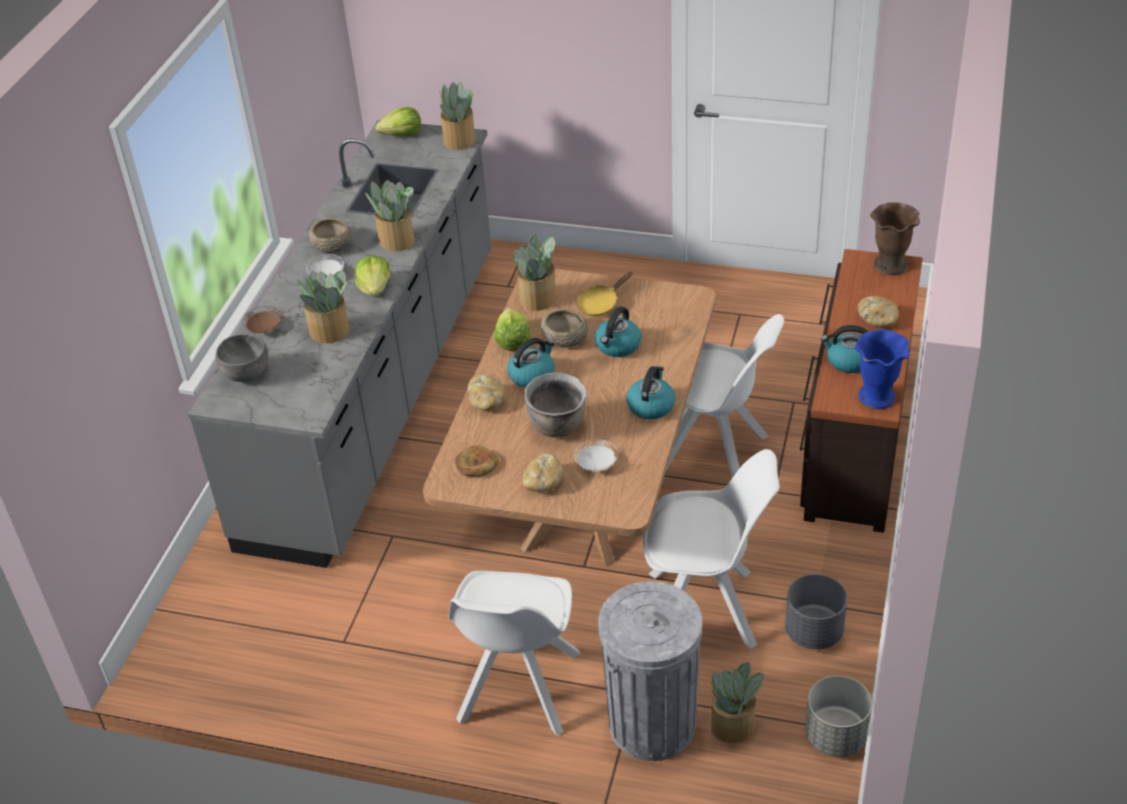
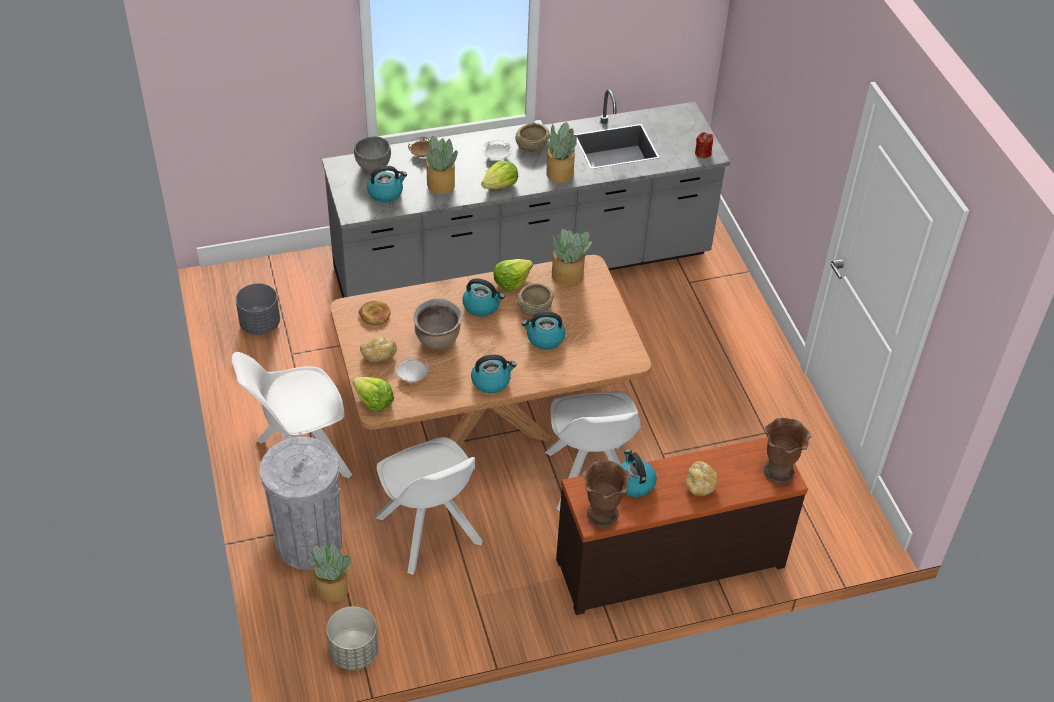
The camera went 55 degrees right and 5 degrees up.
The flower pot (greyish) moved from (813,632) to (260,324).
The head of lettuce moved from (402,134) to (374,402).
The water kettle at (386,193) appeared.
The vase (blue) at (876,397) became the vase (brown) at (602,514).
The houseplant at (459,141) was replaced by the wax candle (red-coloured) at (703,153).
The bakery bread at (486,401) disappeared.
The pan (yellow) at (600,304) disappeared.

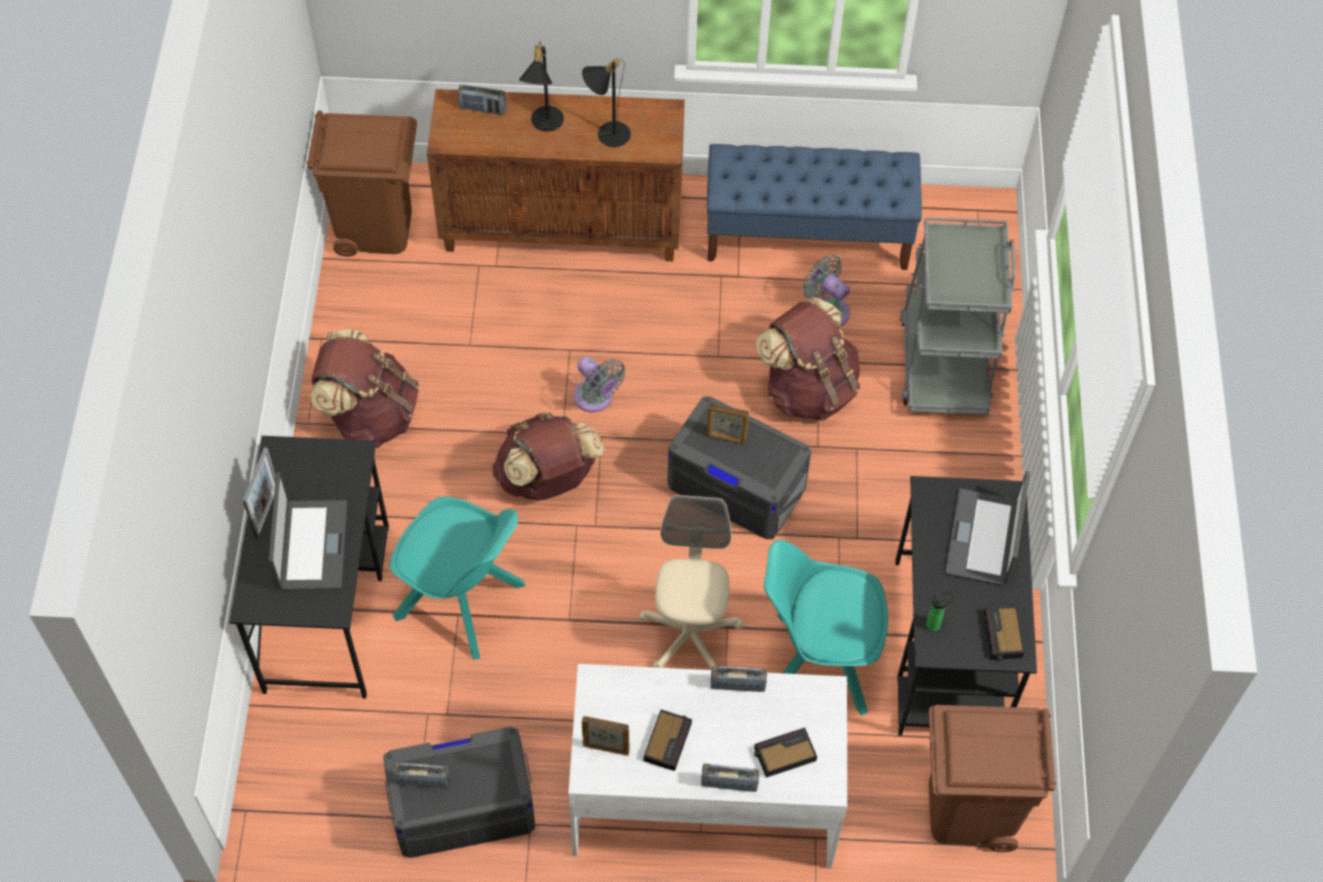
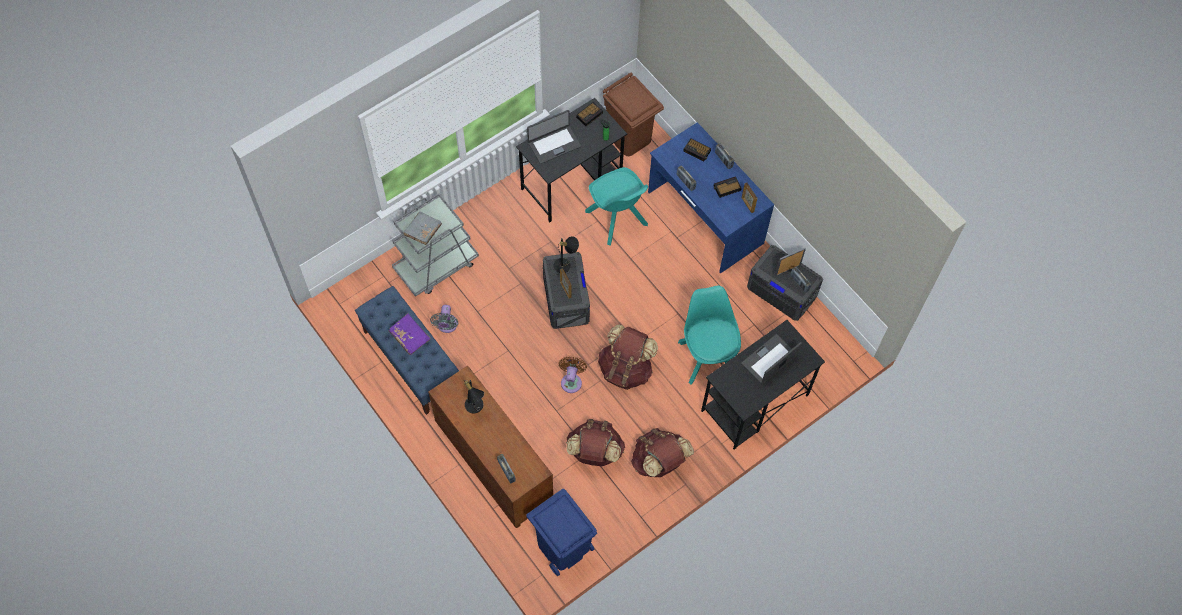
The camera went 130 degrees left and 5 degrees up.
The book (purple-coloured) at (410,337) appeared.
The book (greyish) at (423,231) appeared.
The waste bin (brown) at (376,227) became the waste bin (blue) at (562,547).
The table lamp (blackish) moved from (544,123) to (565,265).
The cooling fan (greyish) at (596,399) became the cooling fan (brown) at (571,381).
The knapsack (brown) moved from (808,389) to (594,452).
The desk table (whitish) at (704,800) became the desk table (blue) at (704,218).
The photo frame moved from (267,511) to (787,270).
The computer chair (beige-coloured) at (689,634) disappeared.

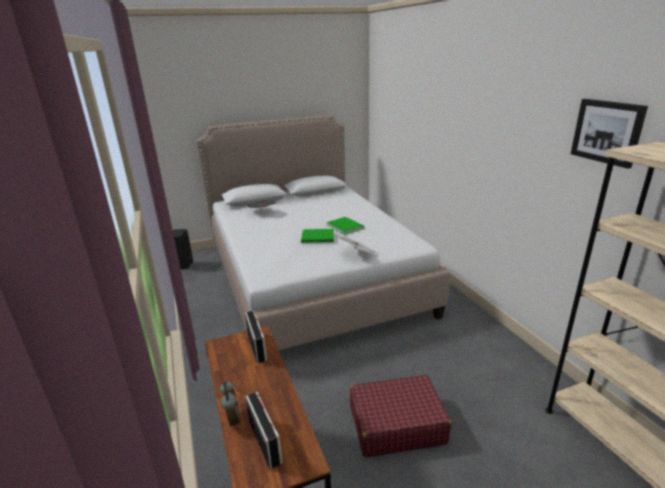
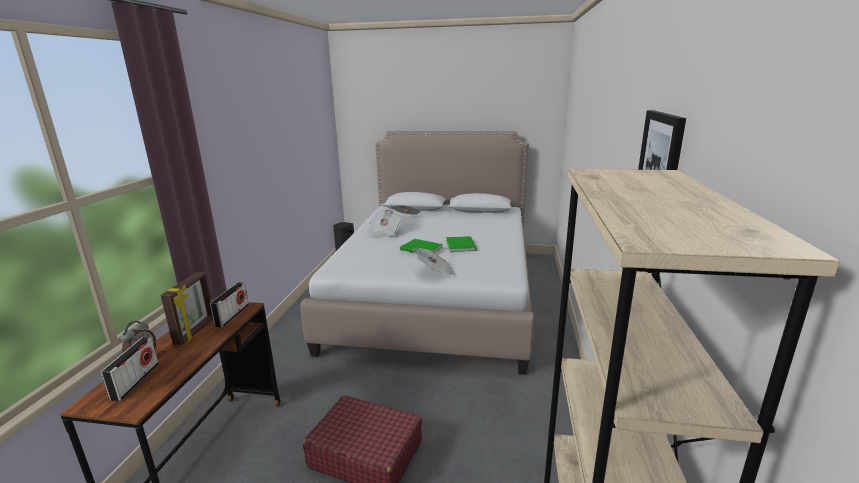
The camera went 30 degrees right and 5 degrees down.
The photo frame at (195,331) appeared.
The newspaper at (385,233) appeared.

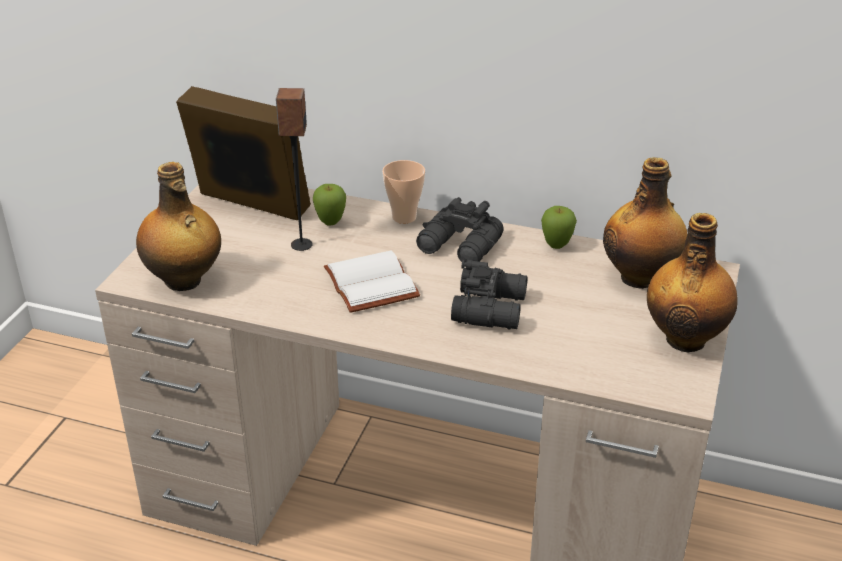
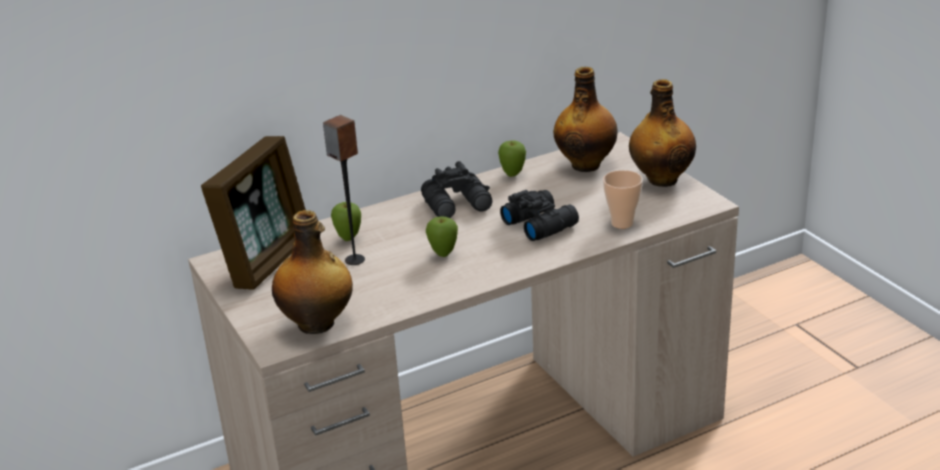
The camera went 45 degrees left and 5 degrees down.
The photo frame at (249,206) turned 135 degrees clockwise.
The book (whitish) at (368,283) was replaced by the apple fruit at (443,254).
The small cup moved from (404,217) to (622,223).

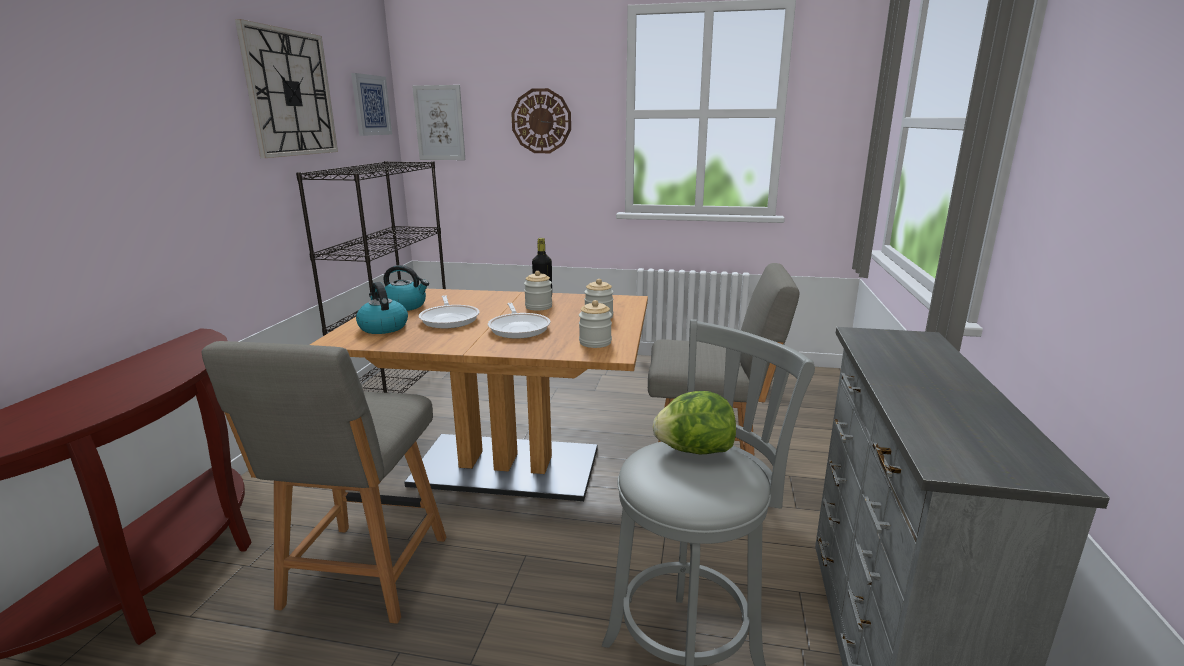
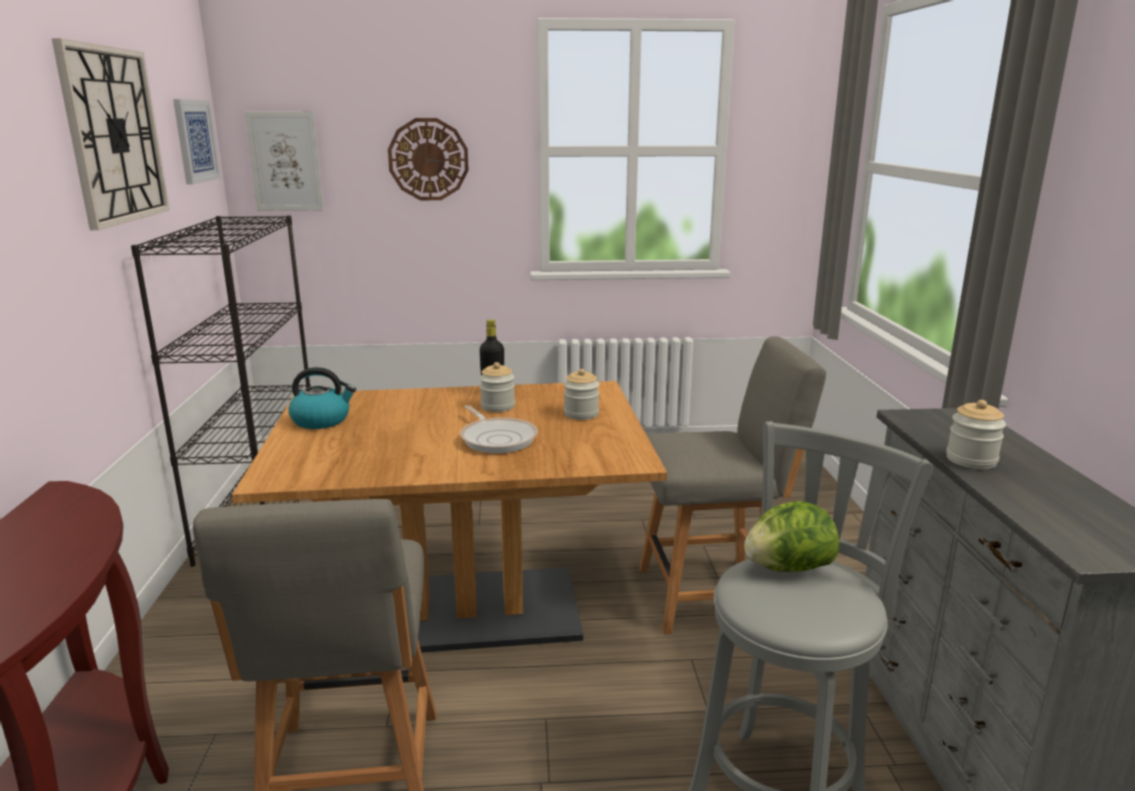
The camera went 15 degrees left and 0 degrees up.
The jar moved from (595,342) to (971,460).
The water kettle at (383,327) disappeared.
The pan at (450,319) disappeared.

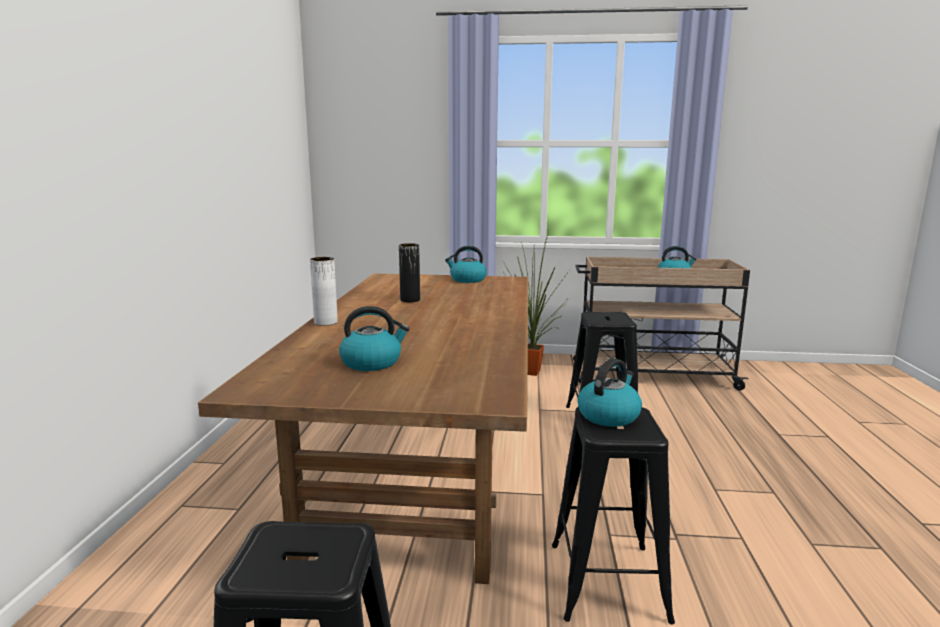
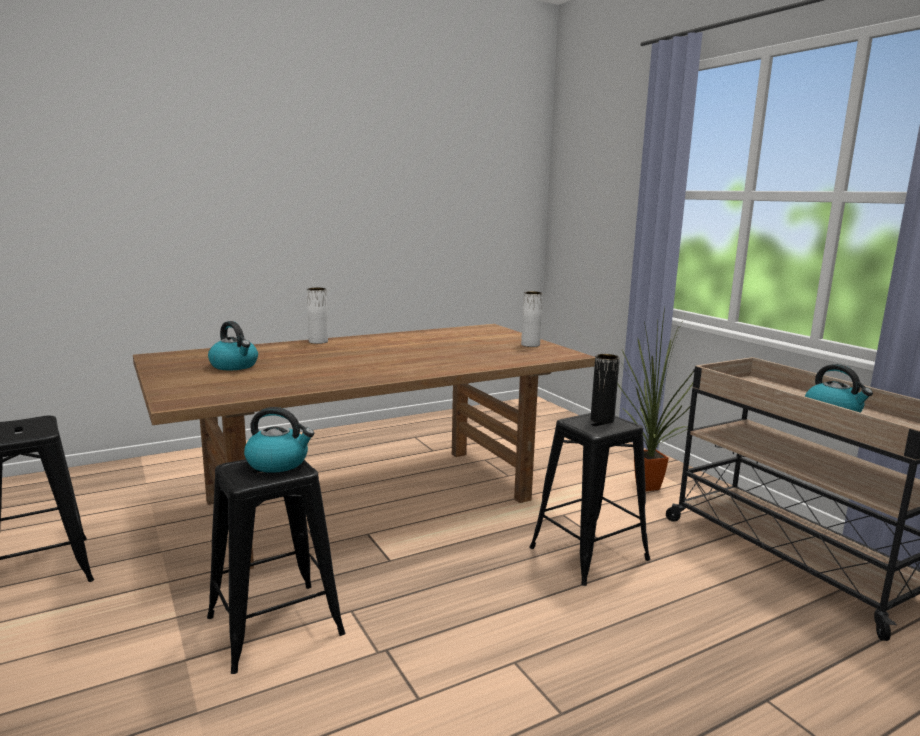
The camera went 55 degrees right and 0 degrees up.
The water kettle at (467,280) was replaced by the vase (whitish) at (530,345).
The vase (blackish) moved from (410,300) to (602,420).

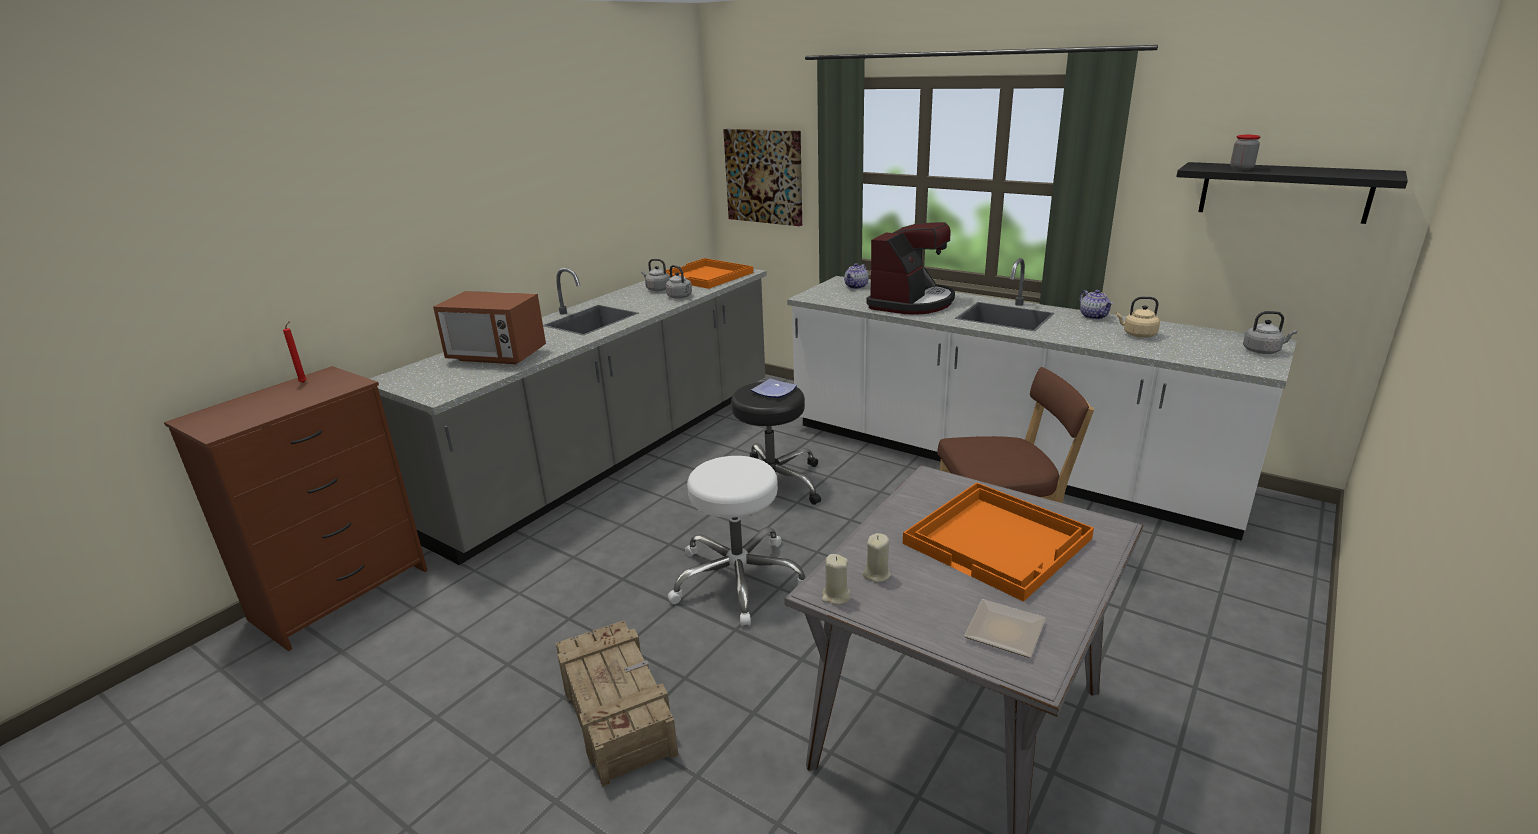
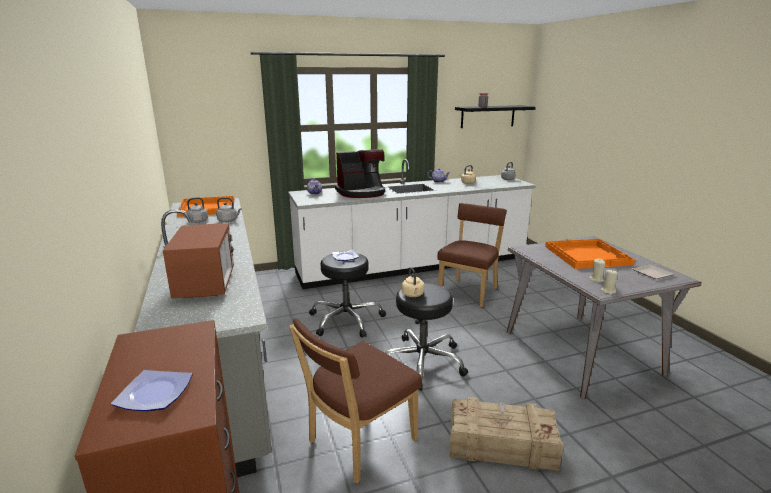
The camera went 55 degrees left and 5 degrees down.
The dinner plate at (156,393) appeared.
The kitchen microwave at (497,356) turned 60 degrees counterclockwise.
The upright chair (brown) at (358,443) appeared.
The coffee machine at (911,303) turned 90 degrees clockwise.
The sitting stool (whitish) at (738,580) became the sitting stool (blackish) at (422,362).
The water kettle (beige-coloured) at (413,295) appeared.
The wax candle (red-coloured) at (304,382) disappeared.
The wall picture at (764,176) disappeared.

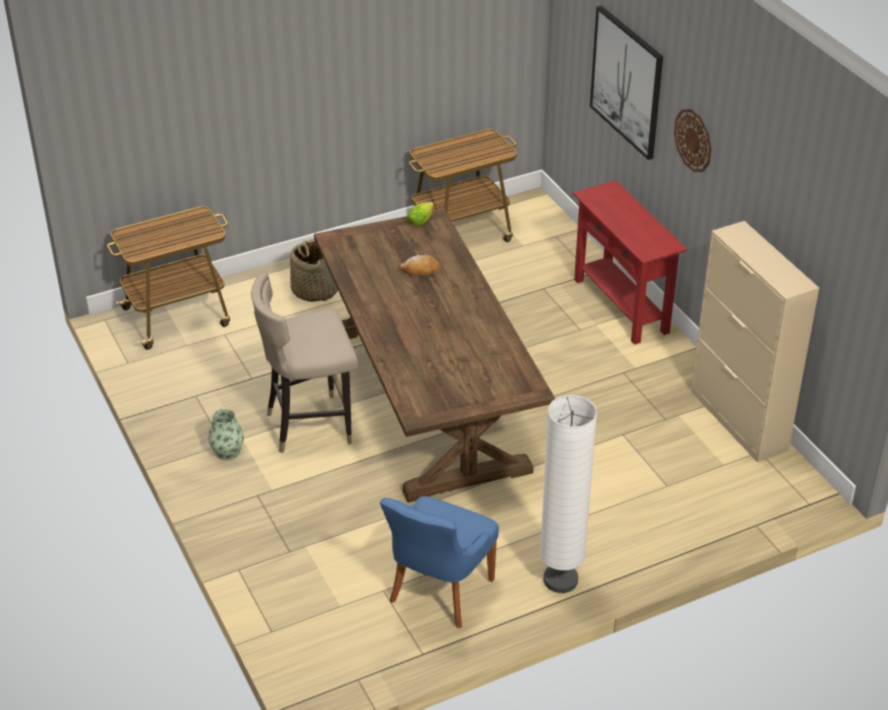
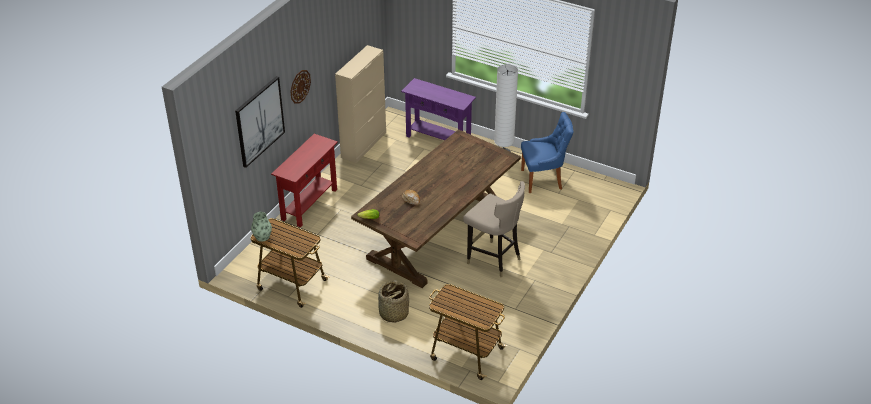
The camera went 125 degrees left and 0 degrees up.
The vase moved from (227,452) to (262,236).
The hall table (purple-coloured) at (438,139) appeared.

